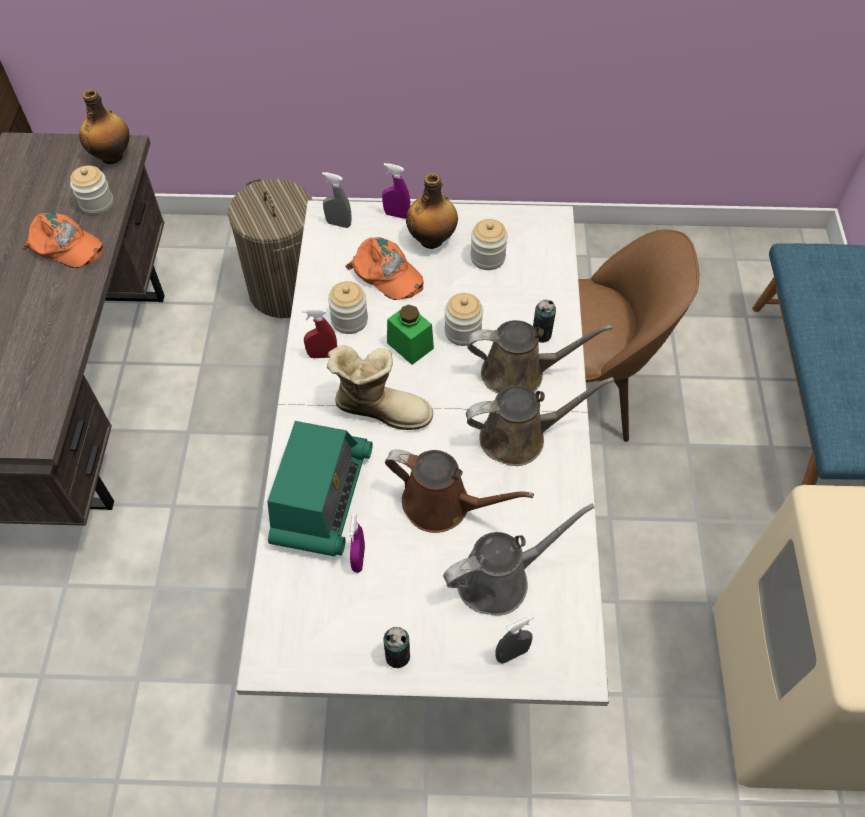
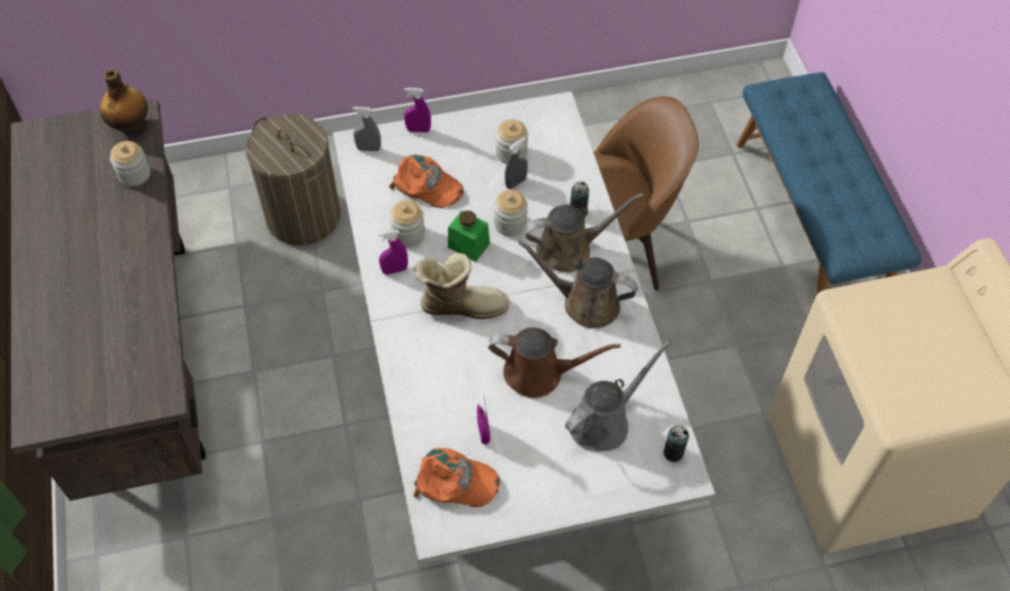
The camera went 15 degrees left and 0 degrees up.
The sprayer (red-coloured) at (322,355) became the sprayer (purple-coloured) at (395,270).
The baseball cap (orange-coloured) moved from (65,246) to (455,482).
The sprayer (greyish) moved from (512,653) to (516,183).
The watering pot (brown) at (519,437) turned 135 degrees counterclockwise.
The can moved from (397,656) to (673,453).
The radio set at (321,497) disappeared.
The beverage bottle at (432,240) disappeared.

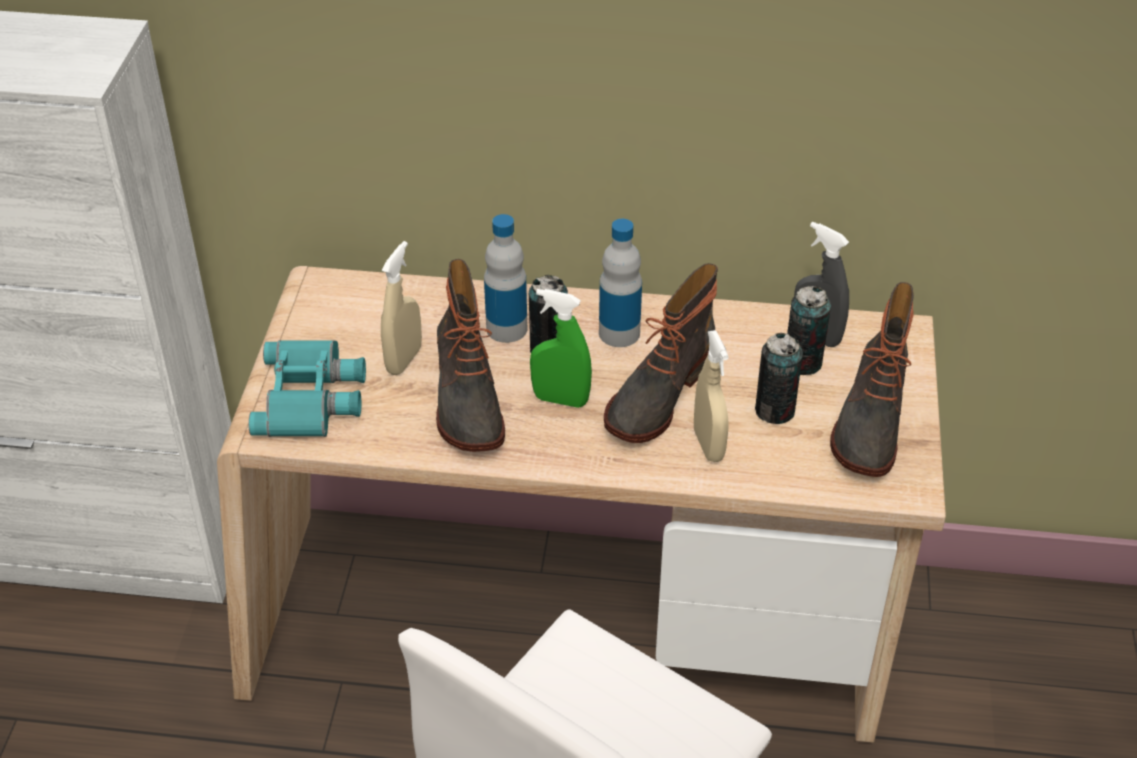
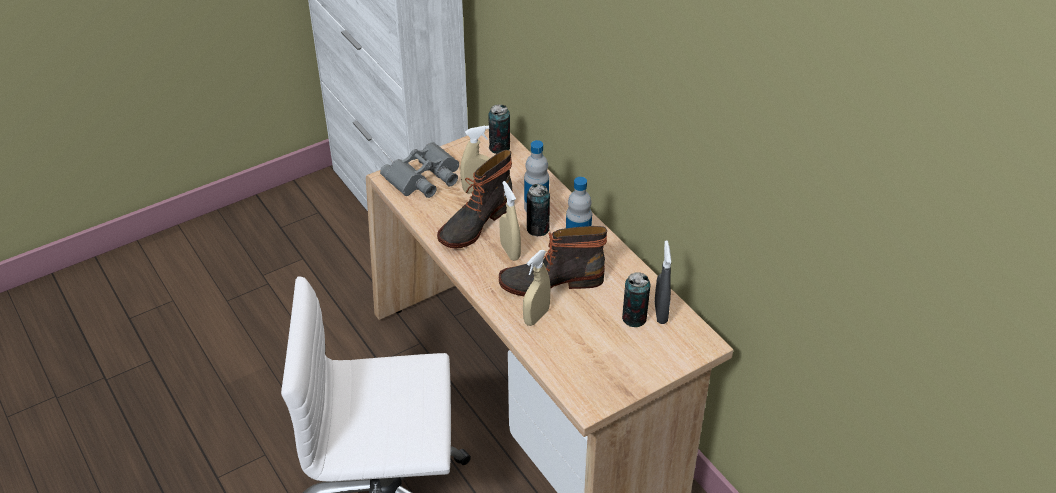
The camera went 50 degrees right and 0 degrees up.
The pair of binoculars (turquoise) at (312,397) became the pair of binoculars (greyish) at (424,177).
The can moved from (774,411) to (499,148).
The sprayer (greenish) at (560,399) became the sprayer (beige-coloured) at (510,251).
The boot at (868,422) disappeared.

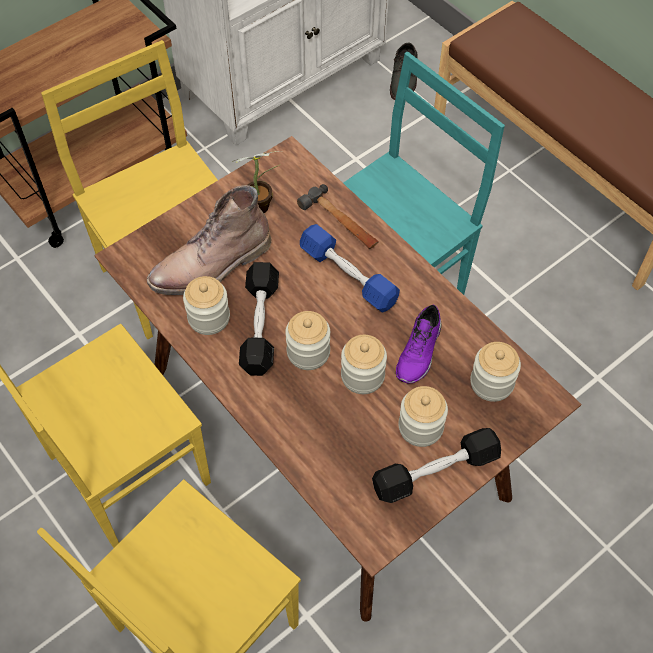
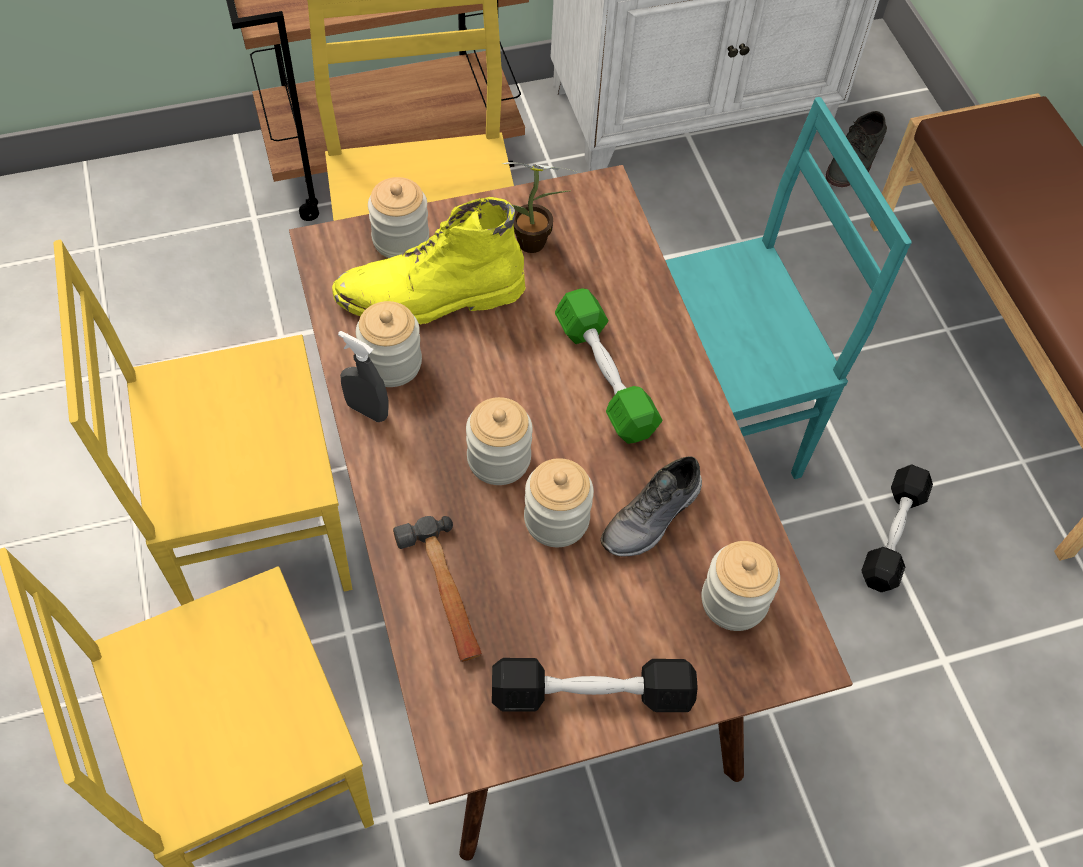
The camera went 20 degrees right and 0 degrees up.
The boot (brown) at (211,266) became the boot (yellow) at (429,297).
The sprayer (greyish) at (367,410) appeared.
The jar moved from (420,427) to (400,239).
The hammer moved from (340,222) to (444,592).
The hand weight (blue) at (348,276) became the hand weight (greenish) at (605,377).
The item of footwear (purple-coloured) at (420,352) became the item of footwear (greyish) at (652,518).
The hand weight (blackish) moved from (260,325) to (892,535).

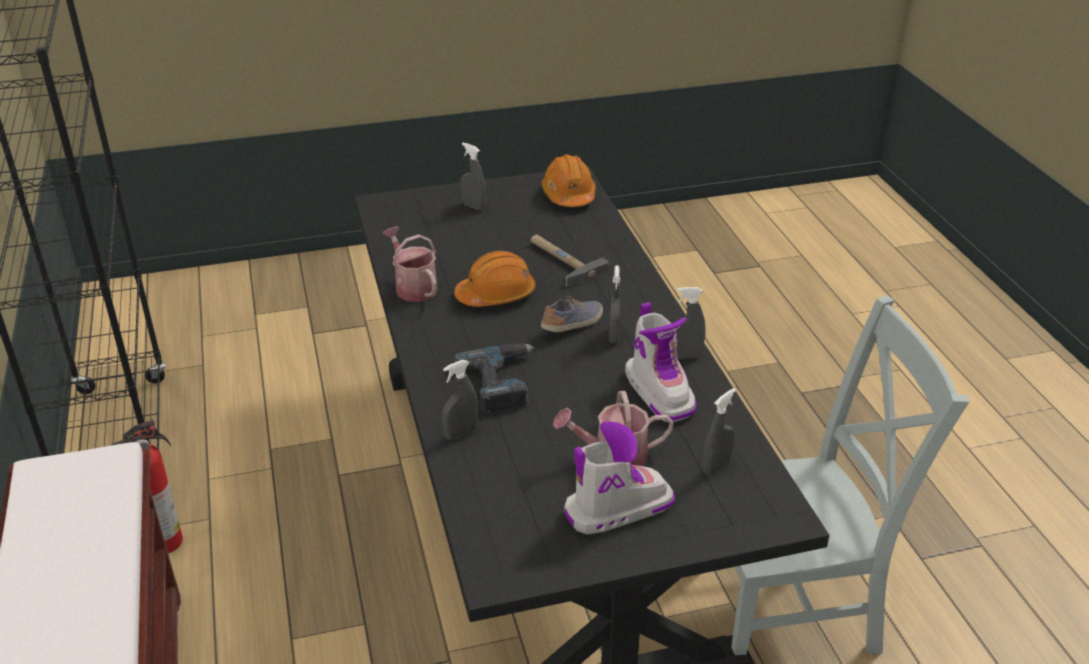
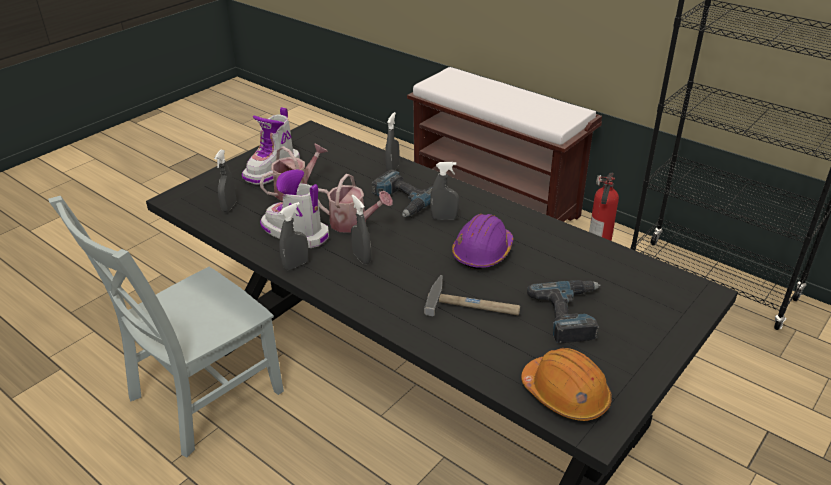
The camera went 145 degrees right and 0 degrees up.
The watering pot moved from (413,286) to (353,223).
The sprayer (greyish) moved from (473,206) to (444,218).
The safety helmet (orange-coloured) at (496,295) became the safety helmet (purple-coloured) at (482,252).
The electric drill at (571,315) appeared.
The item of footwear at (573,325) disappeared.

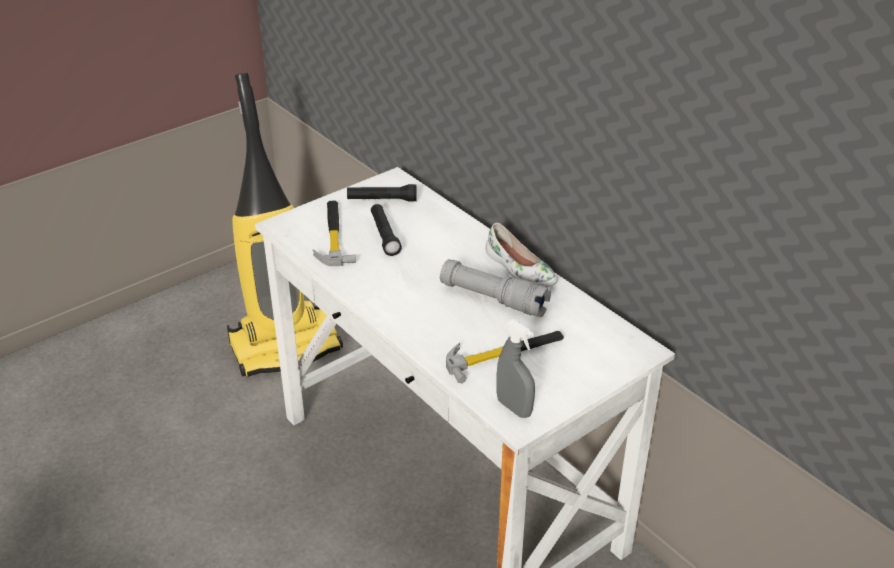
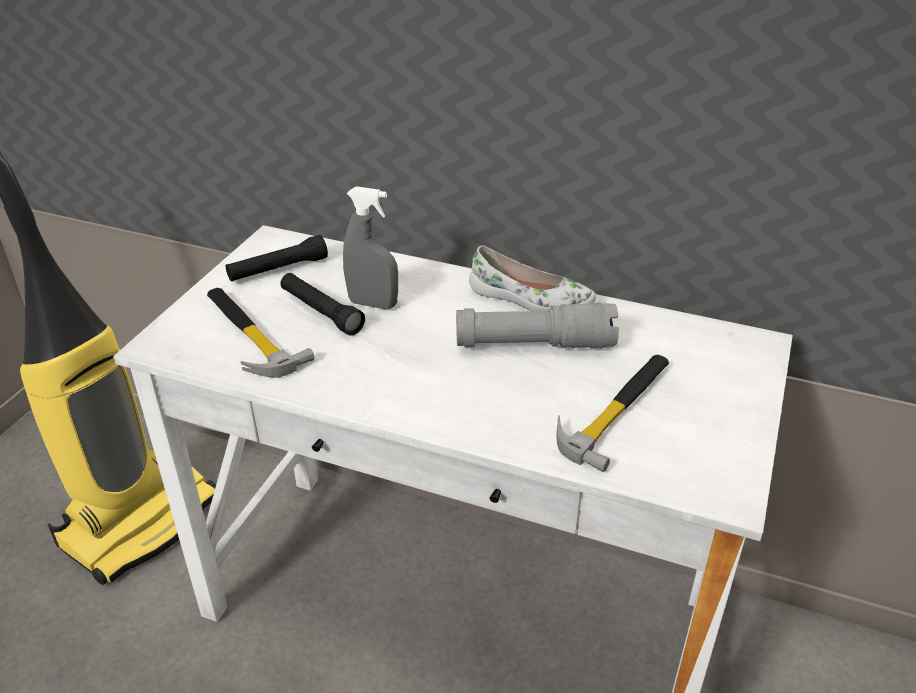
The camera went 30 degrees left and 0 degrees up.
The sprayer (greyish) moved from (514,408) to (373,304).

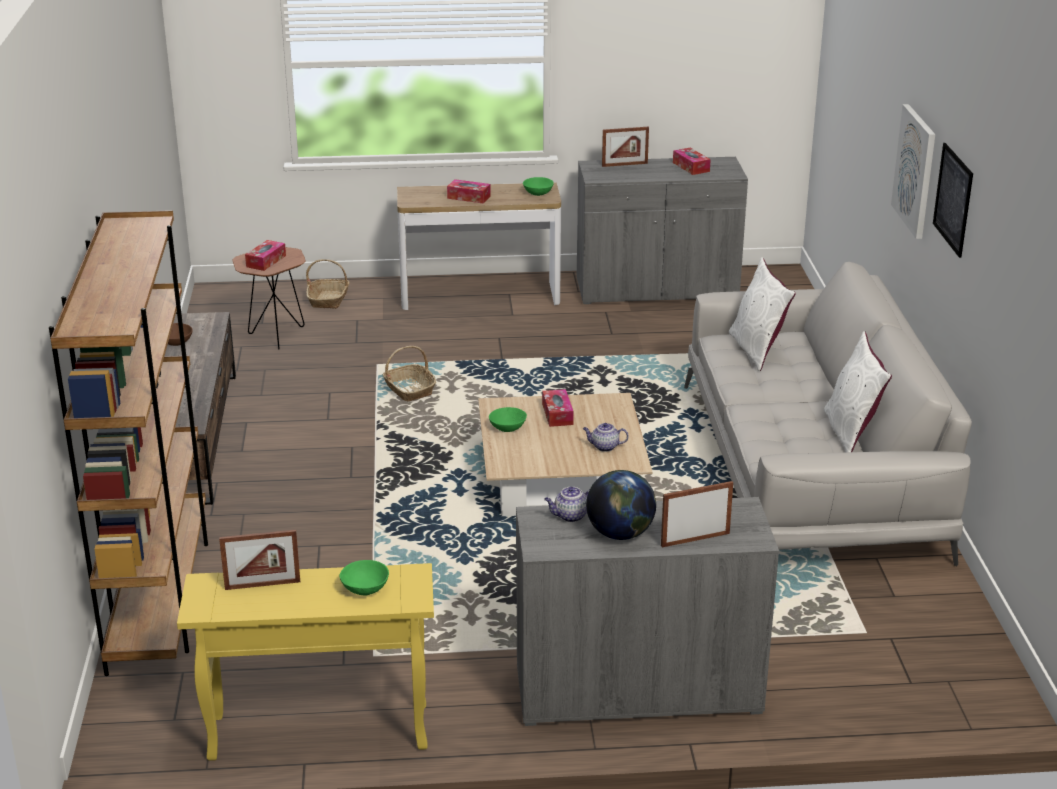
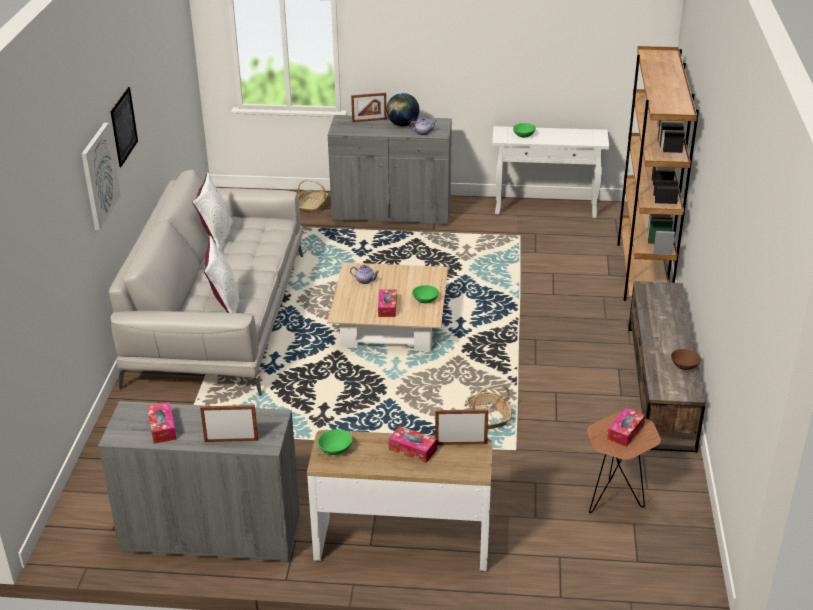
The camera went 170 degrees left and 5 degrees up.
The household basket moved from (329,299) to (312,207).
The photo frame moved from (262,585) to (461,443).
The hall table (yellow) at (317,733) became the hall table (whitish) at (546,208).

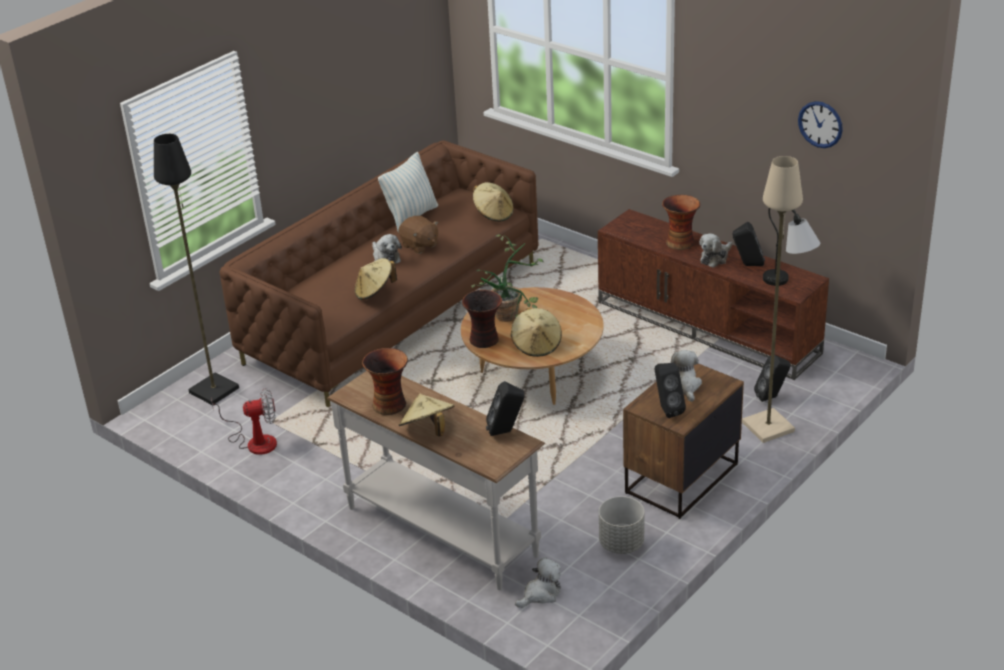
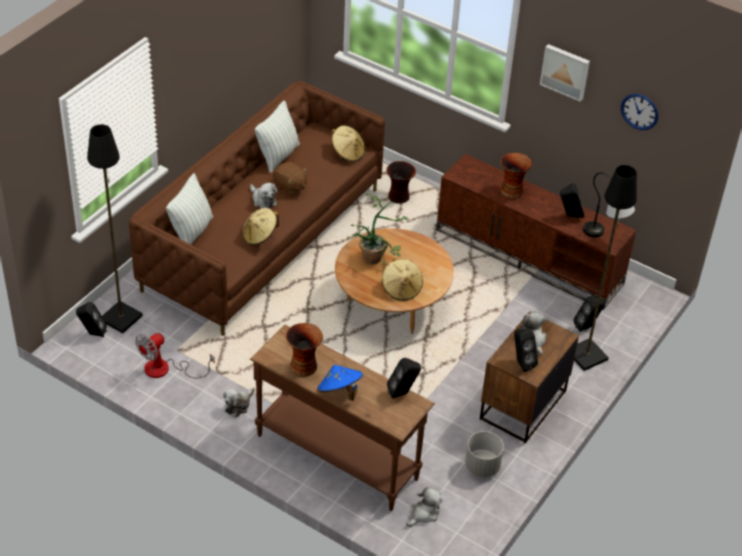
The camera went 10 degrees left and 10 degrees up.
The loudspeaker (blackish) at (93,333) appeared.
The cooling fan at (254,441) turned 150 degrees clockwise.
The throw pillow at (192,232) appeared.
The soft toy moved from (715,258) to (238,405).
The hall table (whitish) at (443,530) became the hall table (brown) at (338,455).
The wearable hat (beige-coloured) at (428,430) became the wearable hat (blue) at (339,392).
The vase moved from (485,340) to (399,197).
The wall picture at (565,71) appeared.
The standard lamp (beige-coloured) at (769,427) became the standard lamp (blackish) at (587,355).

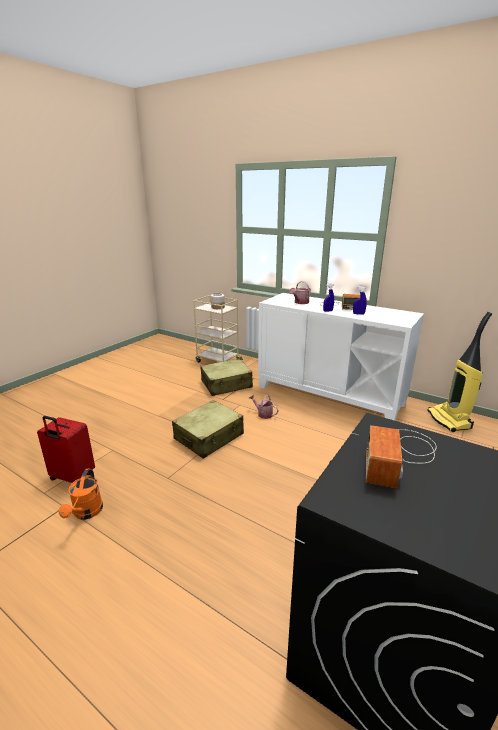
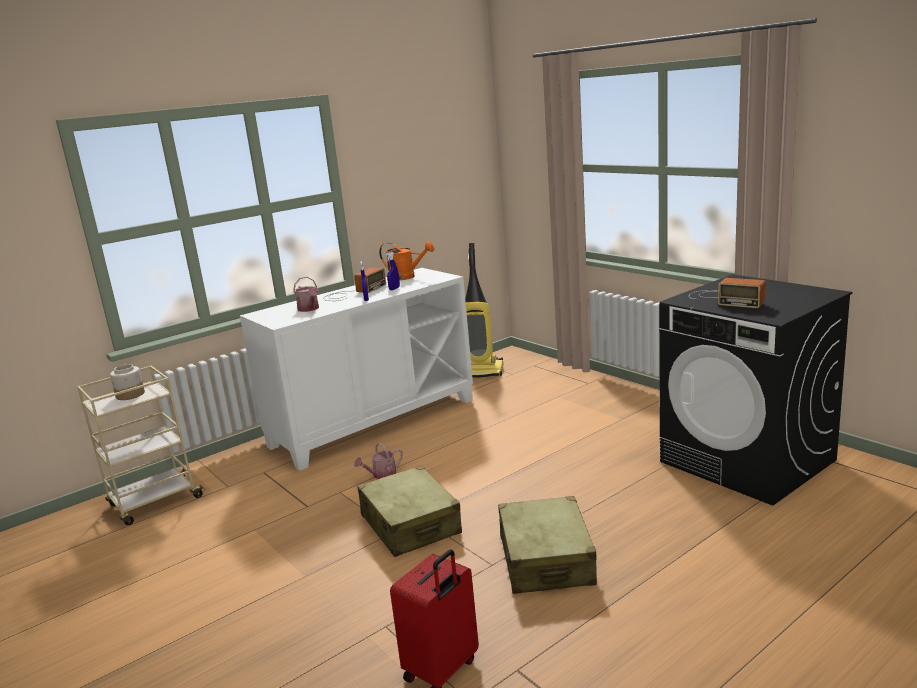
The camera went 70 degrees left and 5 degrees down.
The watering pot (orange-coloured) moved from (86,513) to (407,277).
The suitcase (beige-coloured) moved from (226,384) to (546,560).

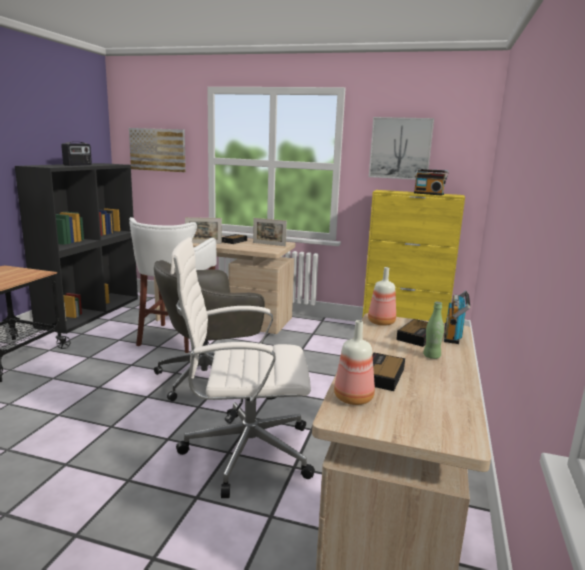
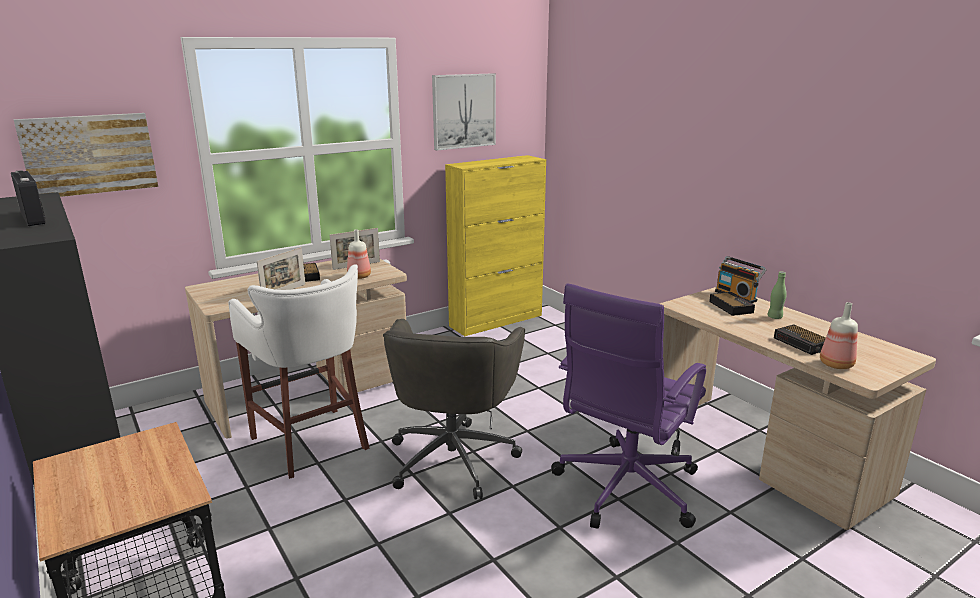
The camera went 50 degrees left and 5 degrees up.
The beverage bottle moved from (380,322) to (358,276).
The computer chair (whitish) at (244,451) became the computer chair (purple-coloured) at (624,489).
The radio set at (429,194) disappeared.

